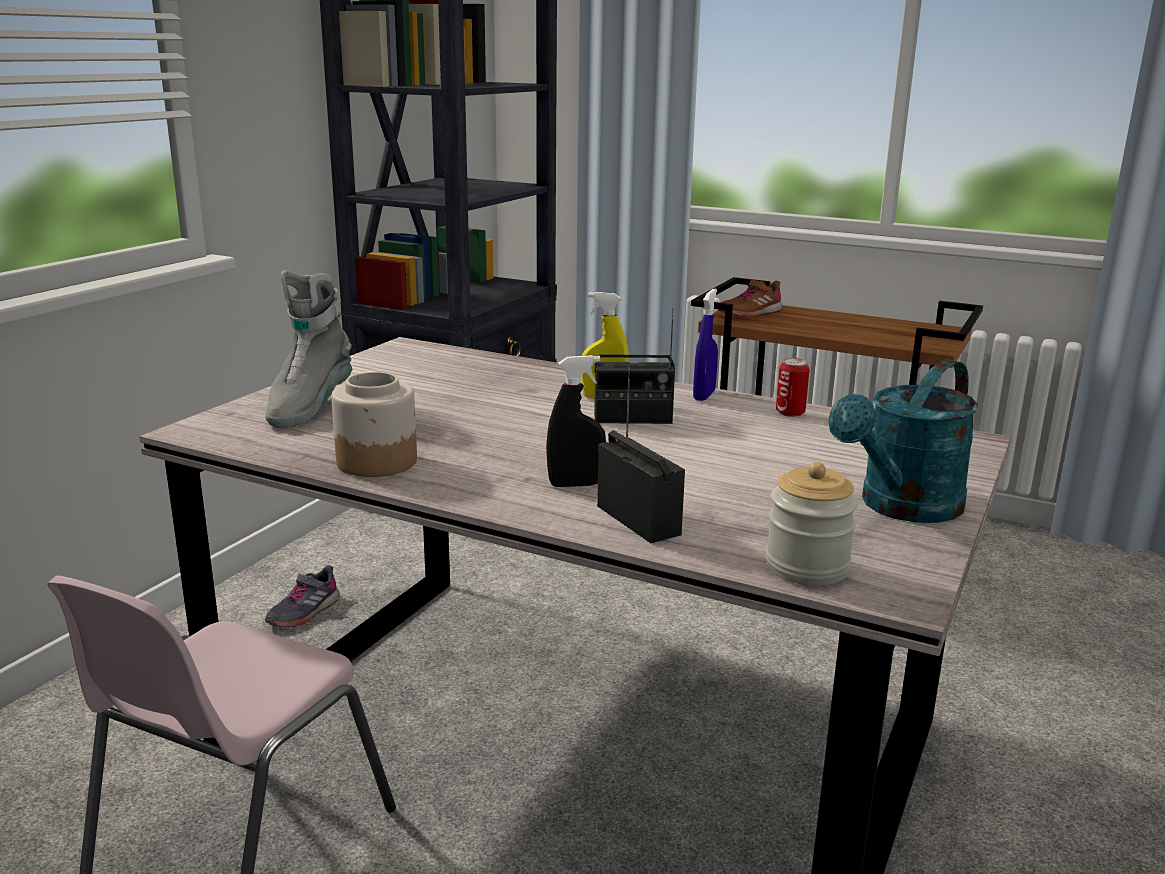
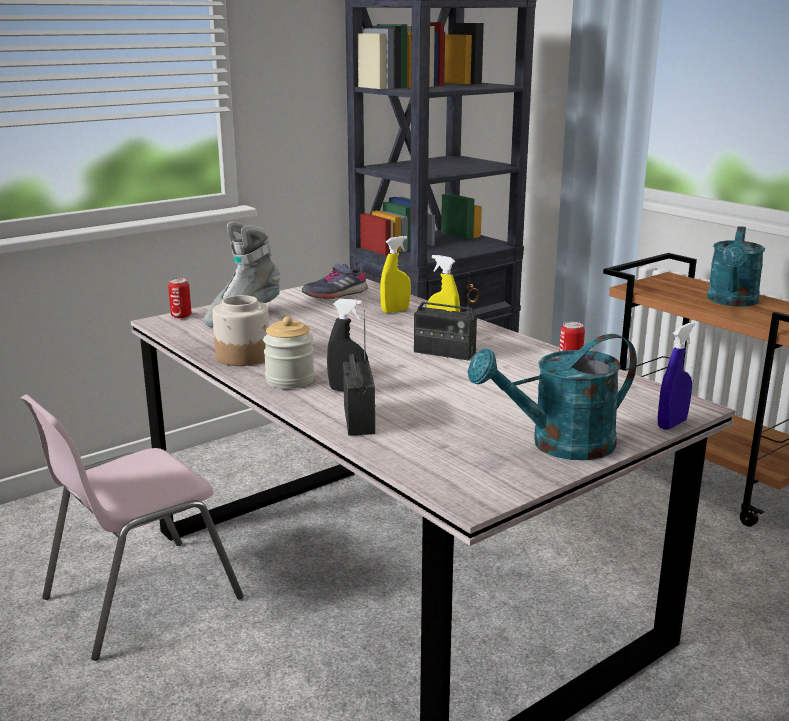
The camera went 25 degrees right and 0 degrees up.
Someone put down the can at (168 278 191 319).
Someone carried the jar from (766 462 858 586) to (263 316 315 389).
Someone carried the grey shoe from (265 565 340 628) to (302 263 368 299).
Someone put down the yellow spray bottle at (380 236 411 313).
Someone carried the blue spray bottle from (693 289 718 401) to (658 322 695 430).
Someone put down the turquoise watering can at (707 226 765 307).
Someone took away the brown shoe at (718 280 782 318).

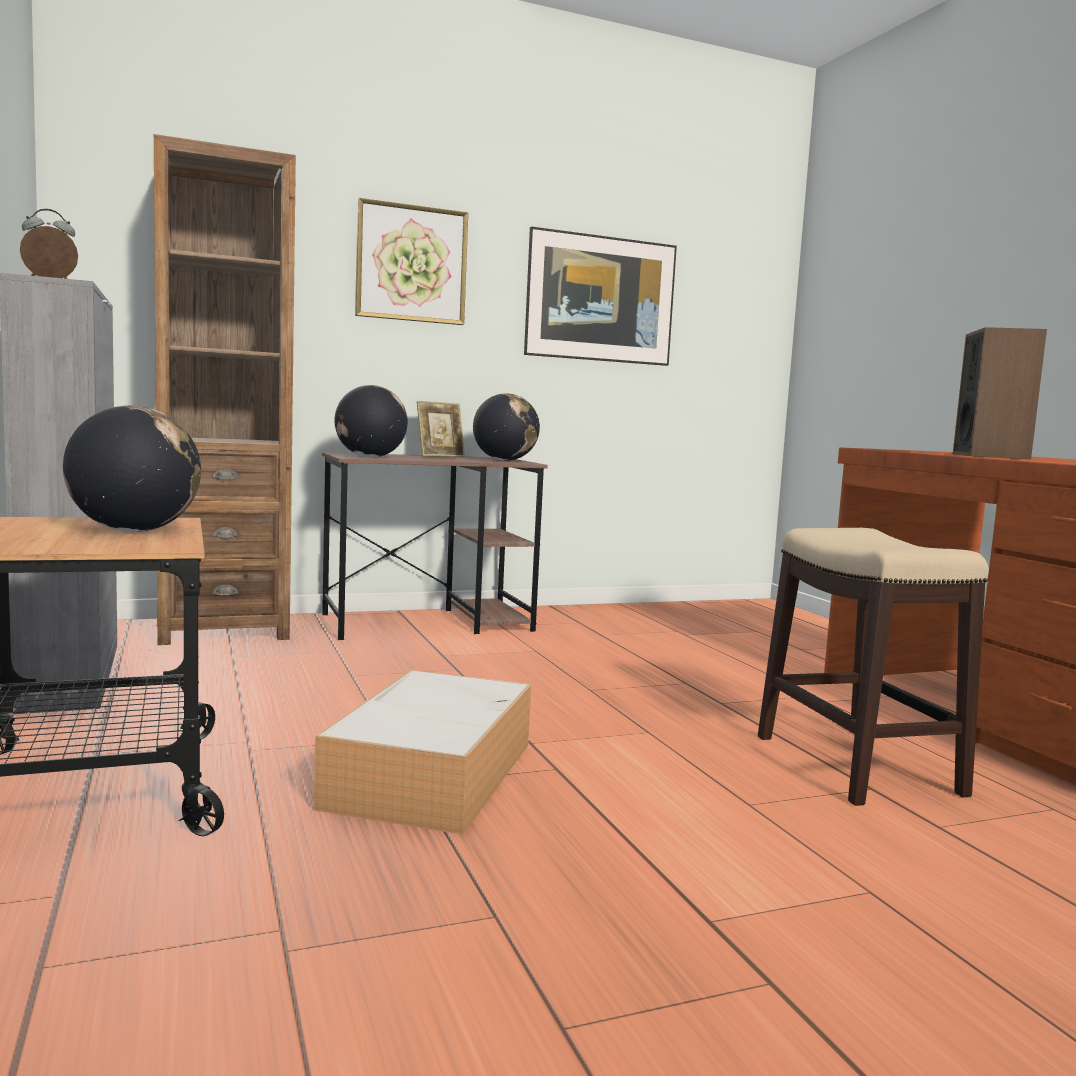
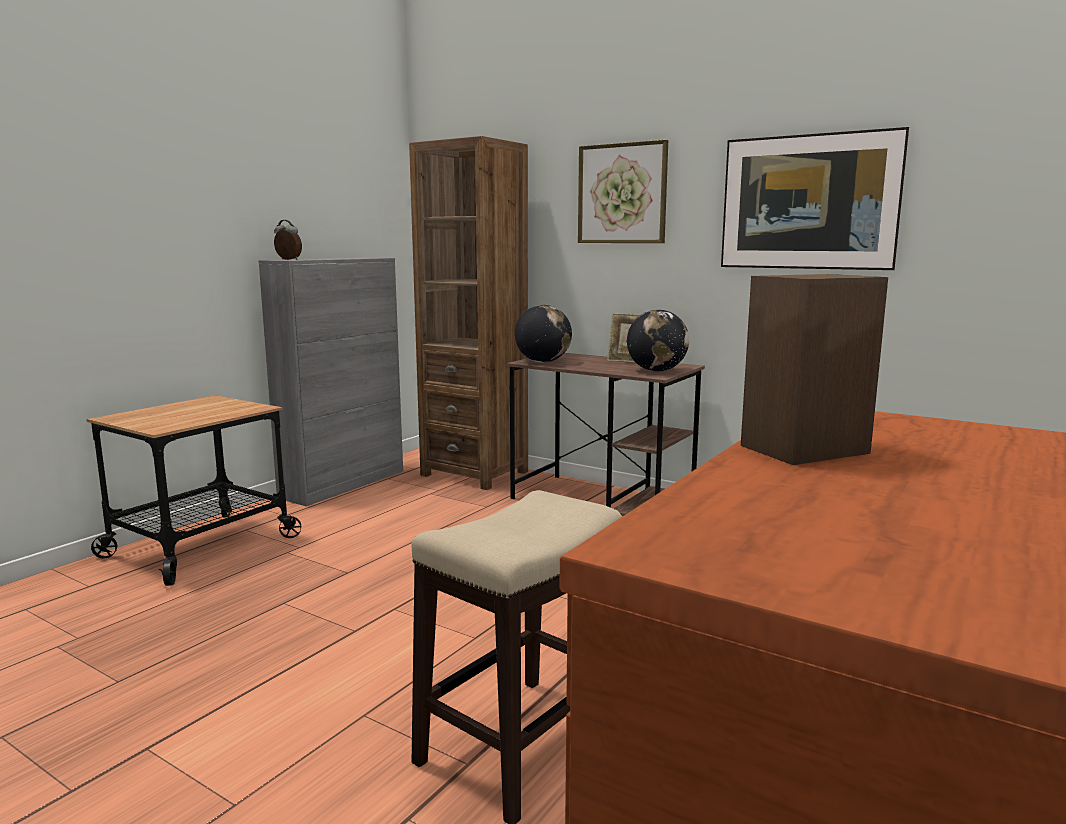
The camera went 55 degrees right and 5 degrees up.
Someone took away the globe at (63 405 201 532).
Someone took away the storage box at (314 670 531 835).

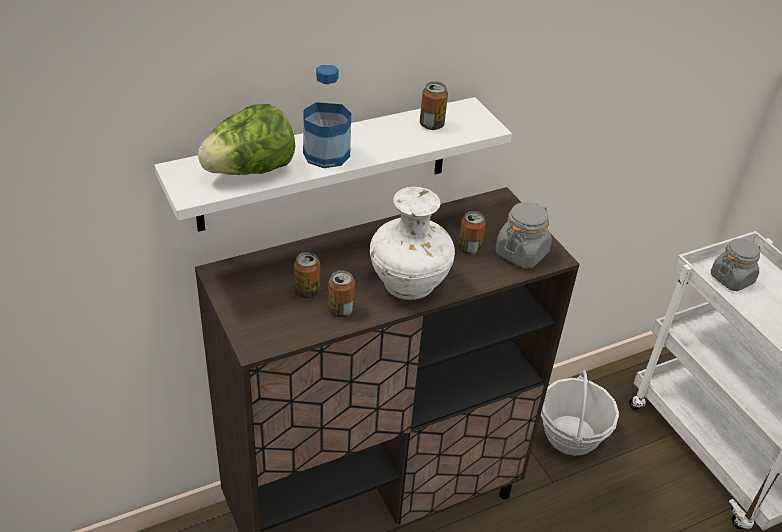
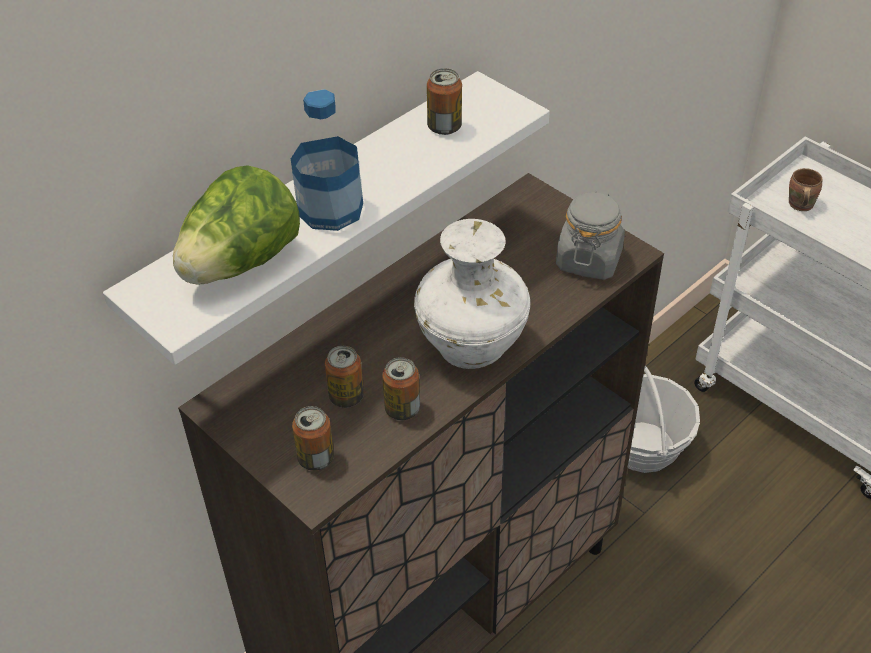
The camera went 15 degrees left and 5 degrees up.
Someone carried the can from (458 211 486 255) to (292 406 334 471).
Someone swapped the grey jar at (711 238 760 291) for the brown mug at (789 168 822 211).

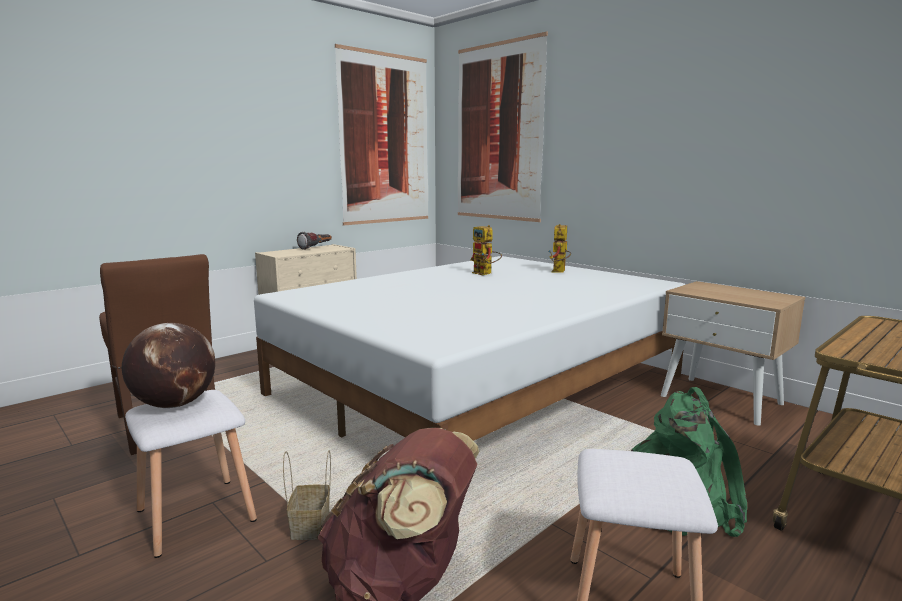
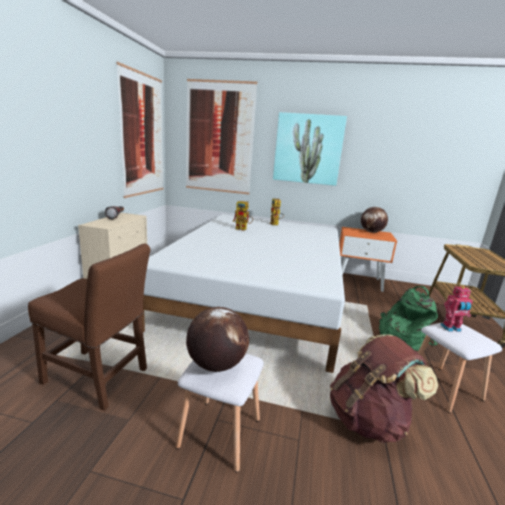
The camera went 35 degrees left and 5 degrees up.
Someone put up the picture at (273 112 347 186).
Someone repainted the beige nightstand at (661 281 805 426), which became the orange nightstand at (339 227 397 292).
Someone put down the globe at (361 207 388 233).
Someone put down the toy robot at (440 286 473 332).
Someone took away the basket at (283 450 331 540).

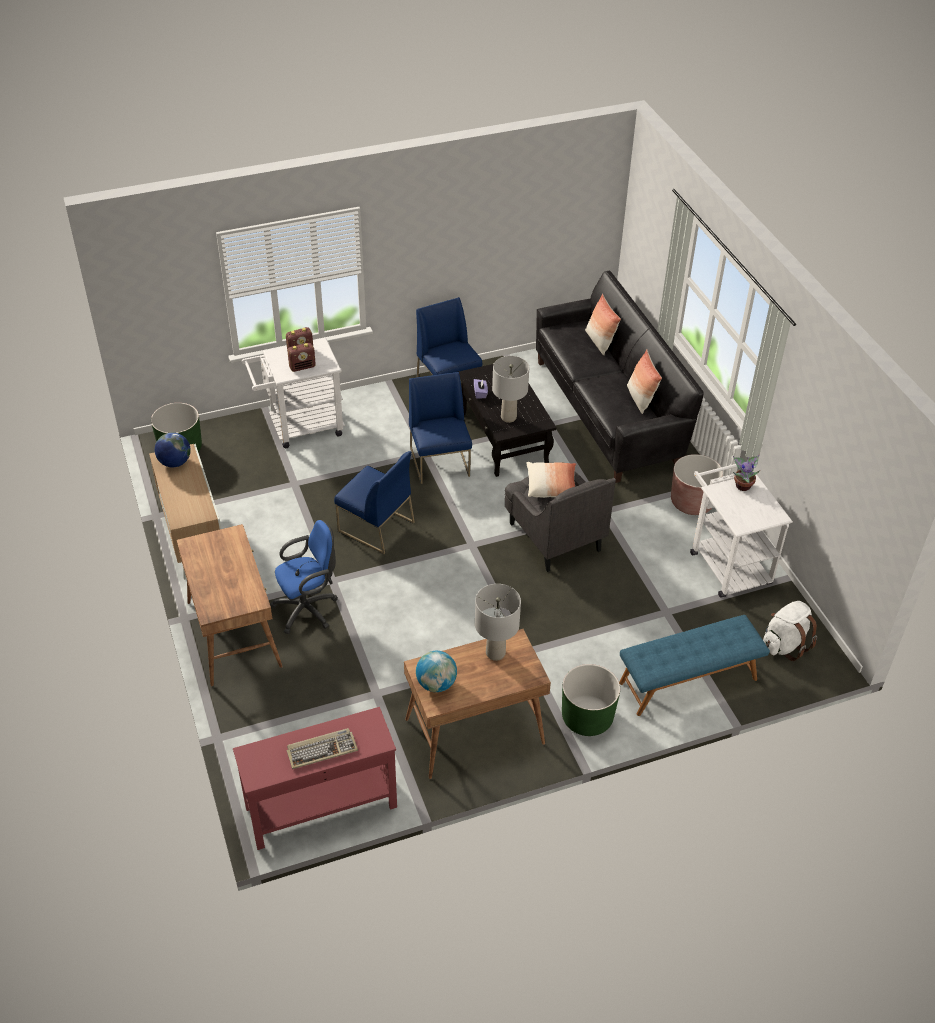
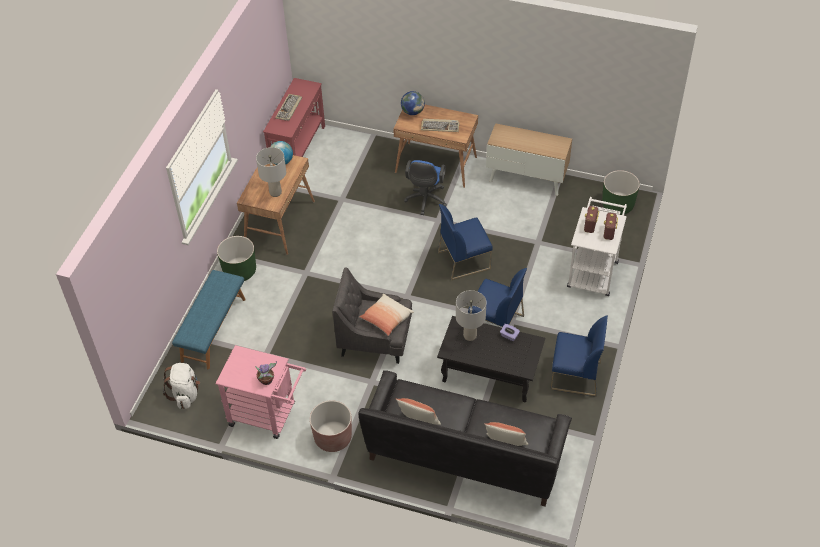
The camera went 130 degrees right and 5 degrees up.
Someone repainted the white cart at (690 464 793 598), which became the pink cart at (215 345 306 439).
Someone carried the globe from (155 432 191 467) to (401 91 425 115).
Someone put down the keyboard at (421 119 459 132).

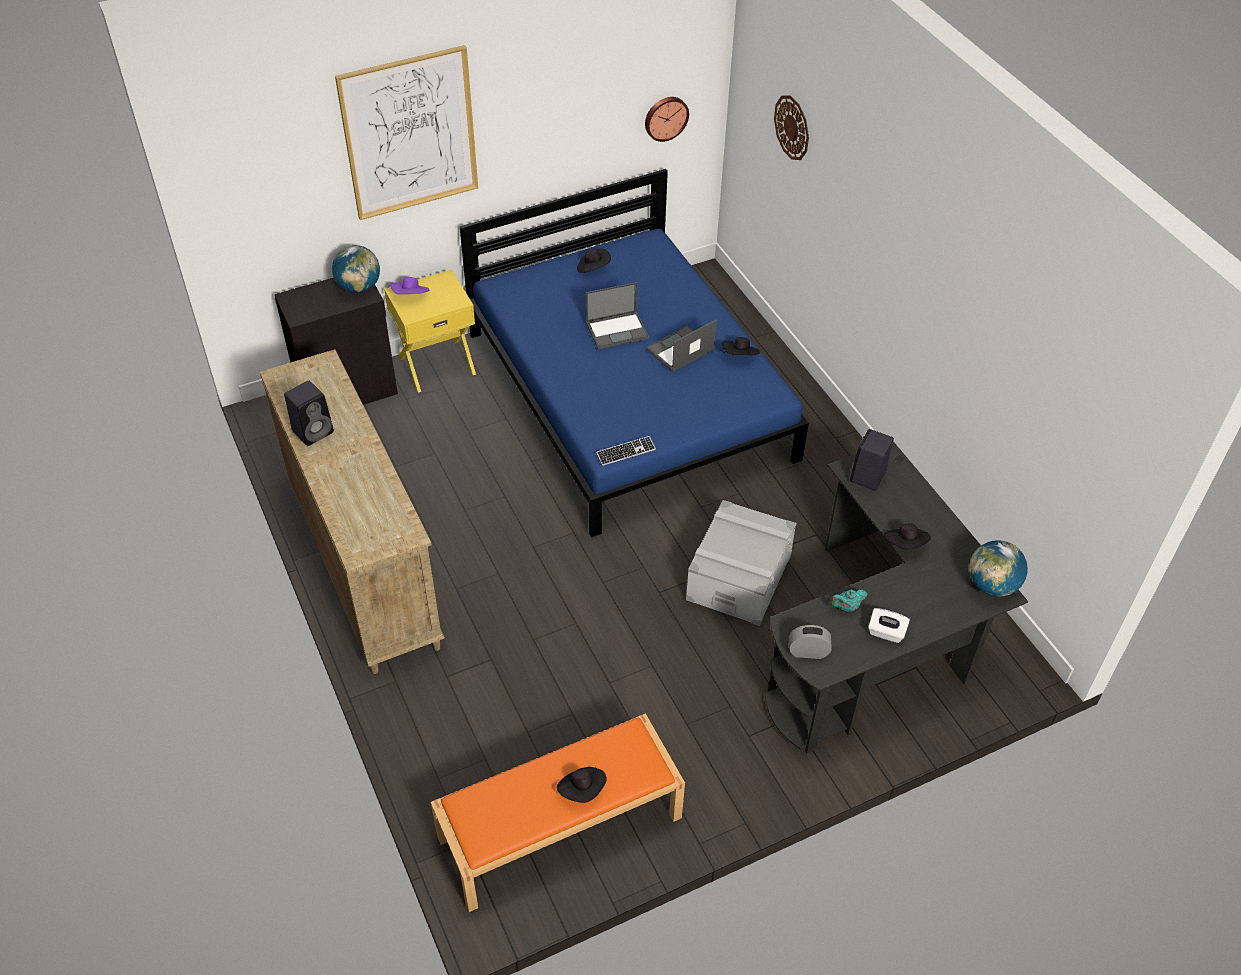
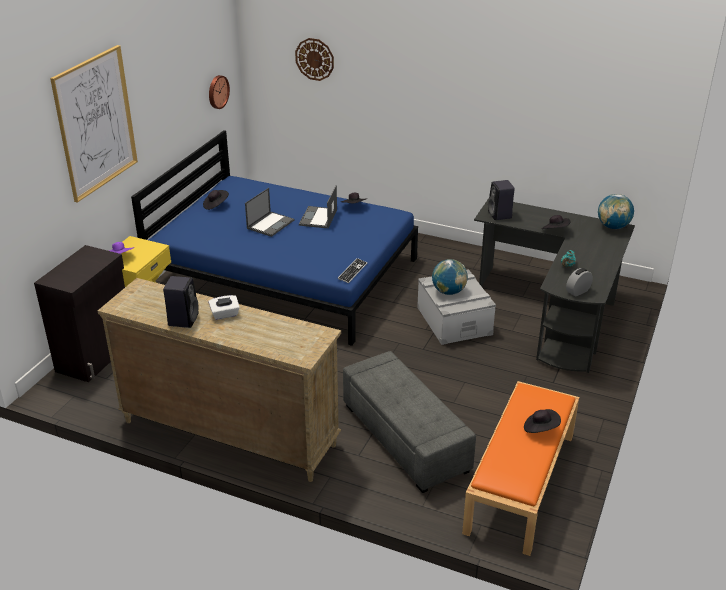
The camera went 40 degrees left and 15 degrees down.
Someone carried the white tissue box from (868 608 910 643) to (208 295 240 320).
Someone put down the grey ottoman at (343 351 476 493).
Someone carried the globe from (332 245 380 293) to (432 259 468 295).

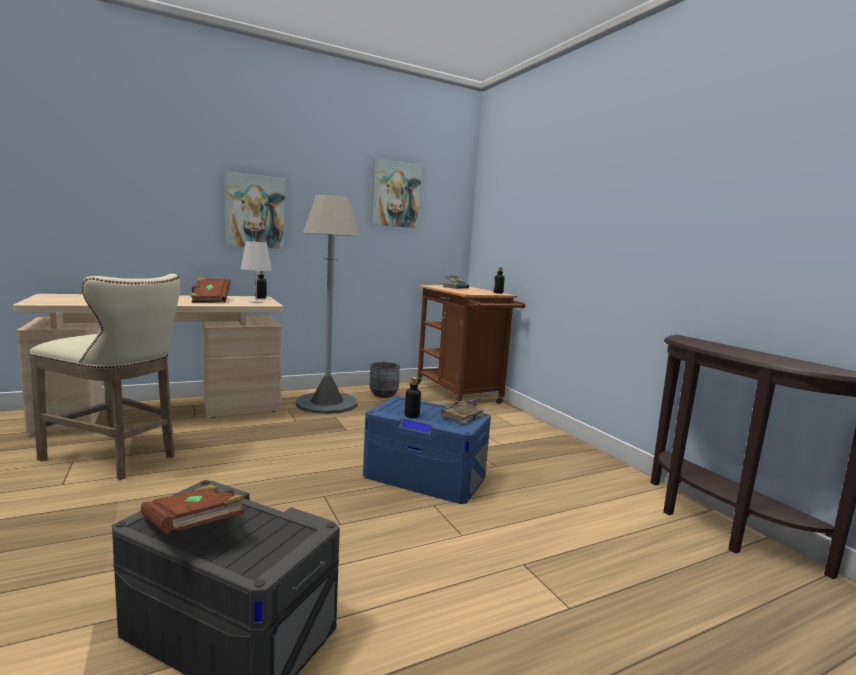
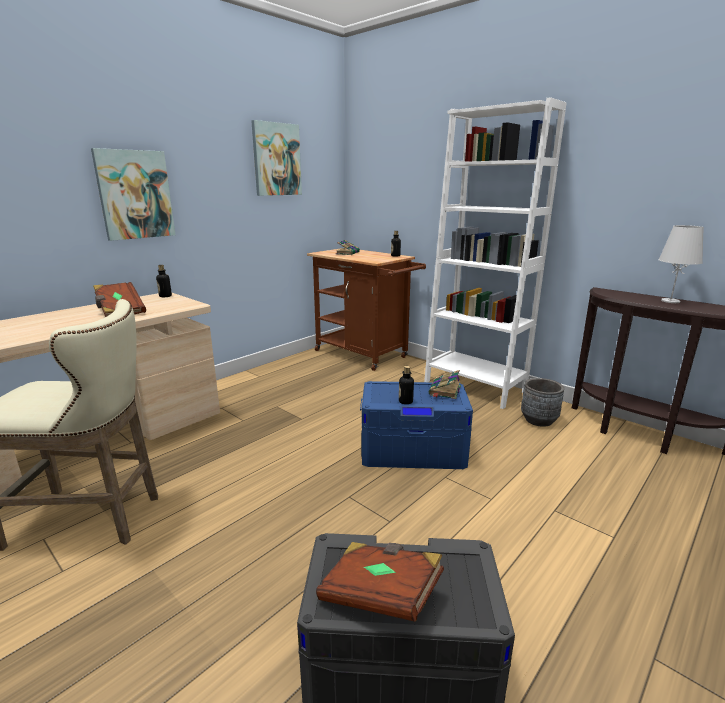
The camera went 20 degrees left and 10 degrees up.
Someone put down the white bookcase at (424 97 567 409).
Someone carried the grey planter from (370 362 400 398) to (521 378 564 427).
Someone carried the white table lamp from (240 241 272 303) to (658 225 704 303).
Someone took away the grey floor lamp at (296 195 361 414).

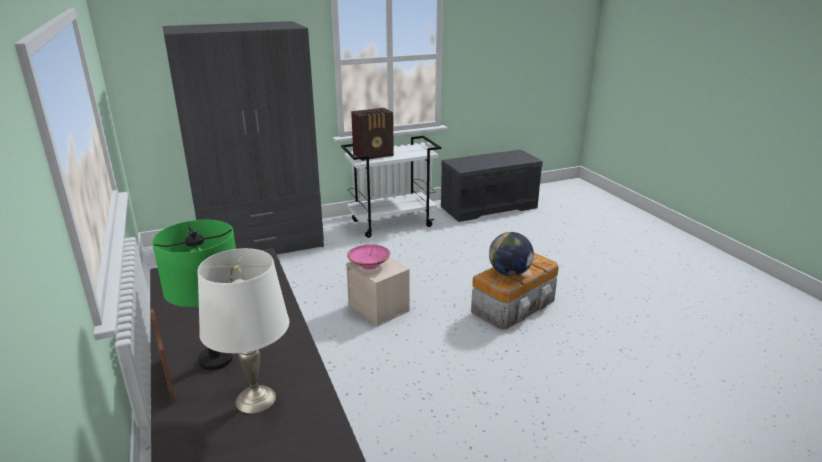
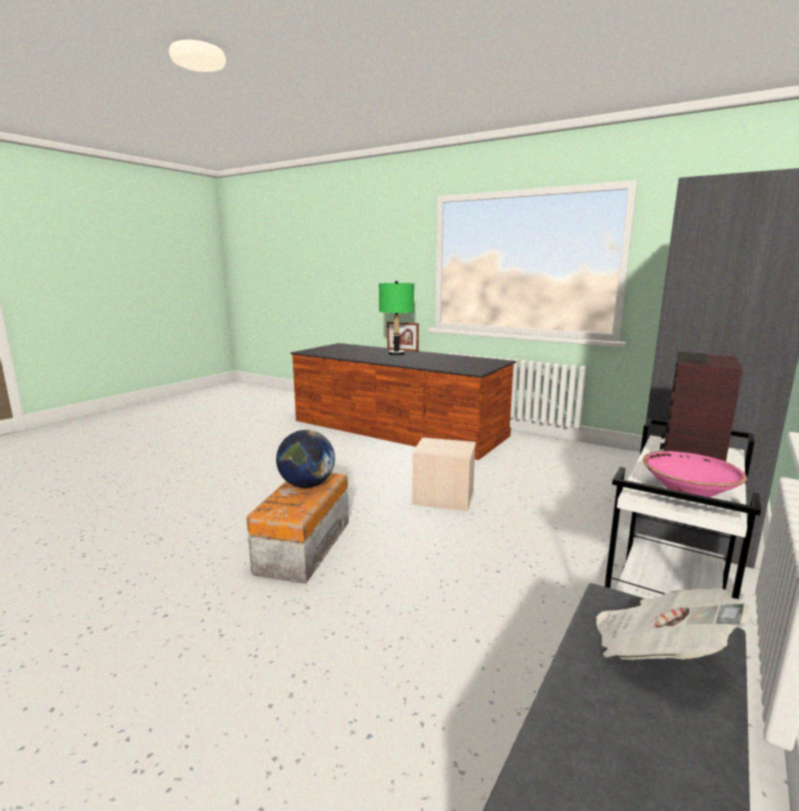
The camera went 145 degrees right and 10 degrees down.
Someone put down the newspaper at (596 588 751 660).
Someone carried the pink bowl from (347 244 391 270) to (643 451 747 497).
Someone took away the white table lamp at (197 248 289 414).

